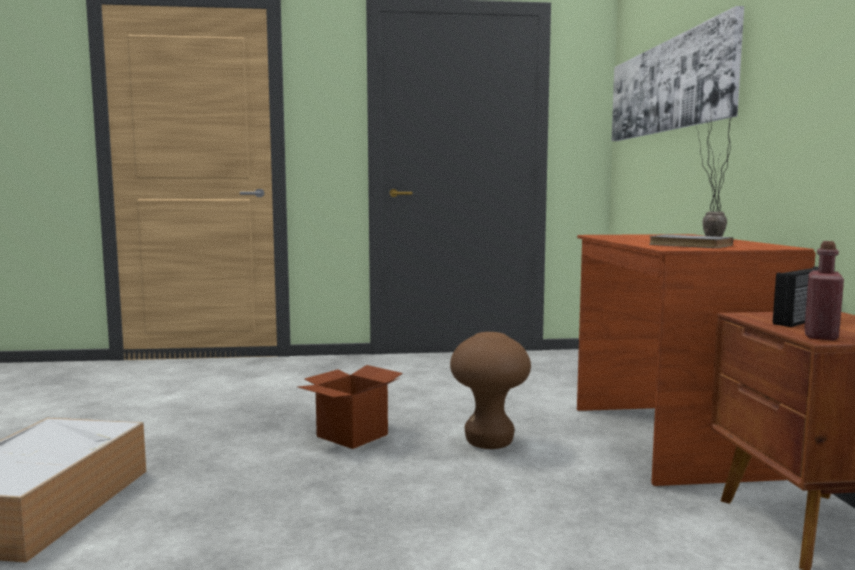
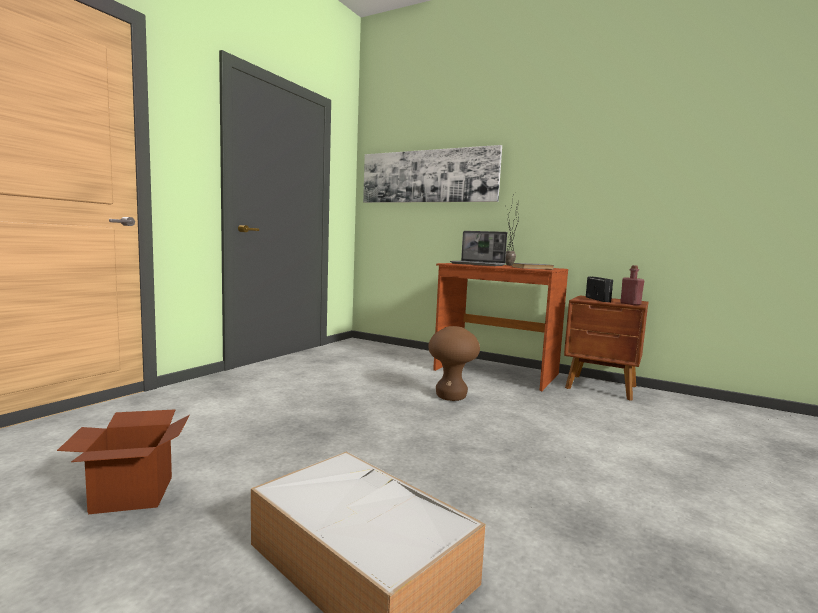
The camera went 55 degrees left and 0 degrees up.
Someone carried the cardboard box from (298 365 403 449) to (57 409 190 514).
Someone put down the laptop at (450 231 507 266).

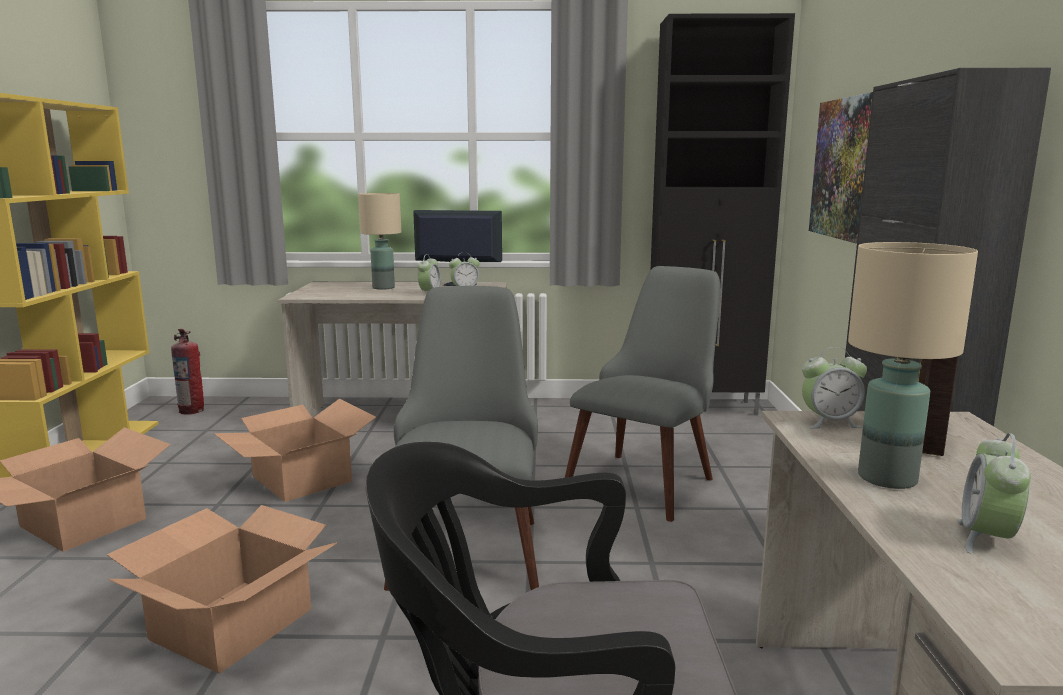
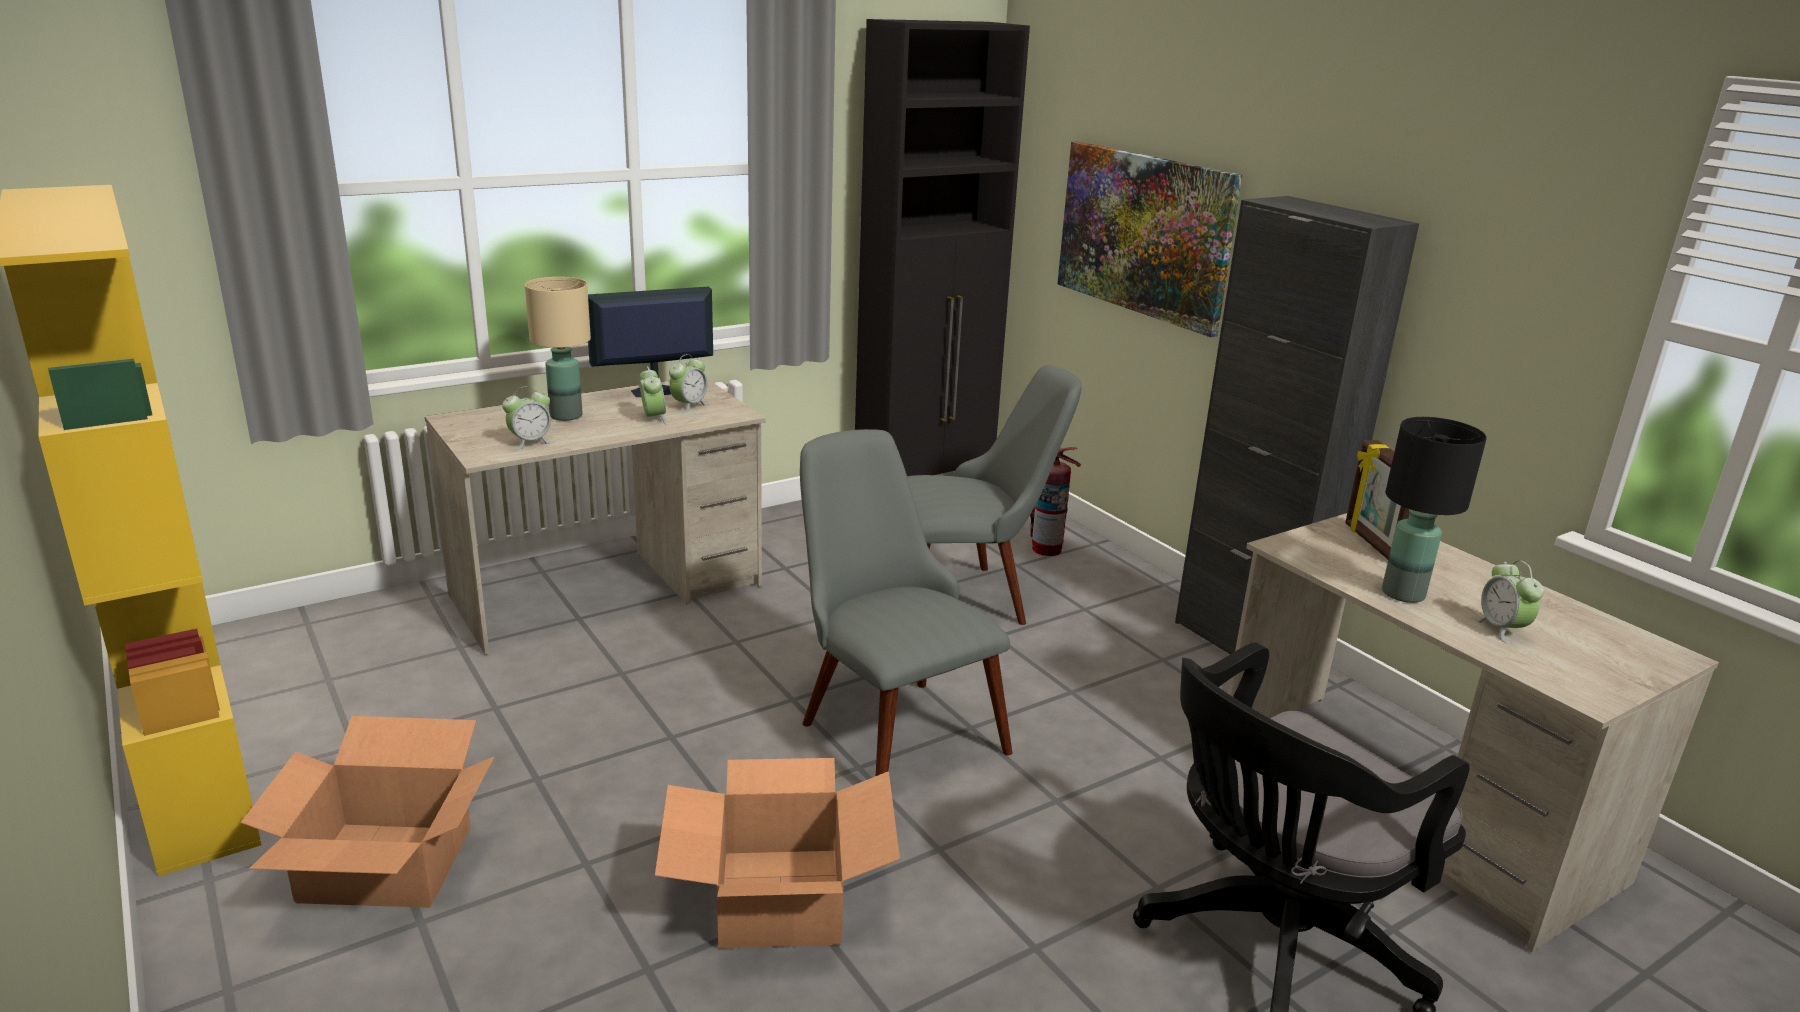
The camera went 35 degrees left and 10 degrees up.
Someone carried the alarm clock from (802 347 867 429) to (502 386 553 450).
Someone rotated the grey chair at (565 266 720 522) by 75 degrees clockwise.
Someone carried the fire extinguisher from (171 329 204 415) to (1030 447 1081 556).
Someone repainted the beige table lamp at (848 242 978 489), which became the black table lamp at (1382 417 1487 603).
Someone took away the cardboard box at (214 398 376 502).

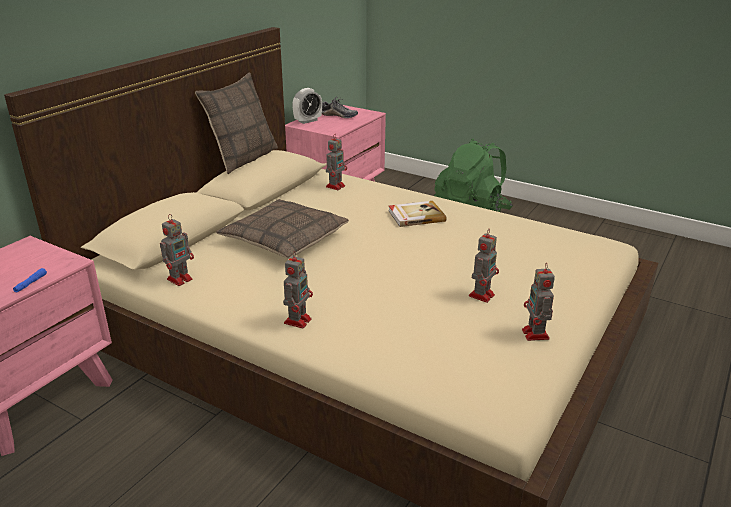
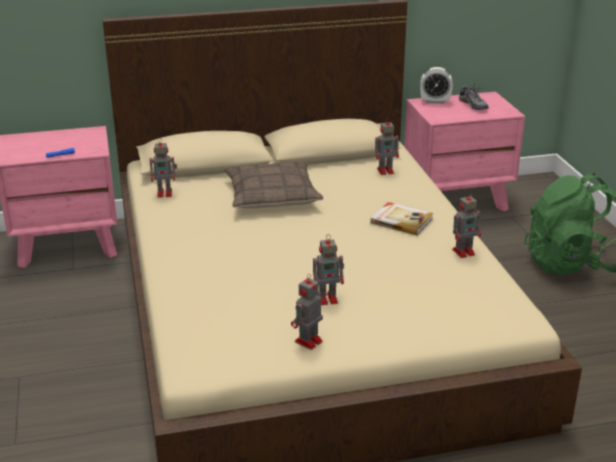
The camera went 45 degrees right and 0 degrees up.
Someone carried the toy robot from (283 251 313 329) to (452 191 481 258).
Someone took away the pillow at (195 73 278 174).

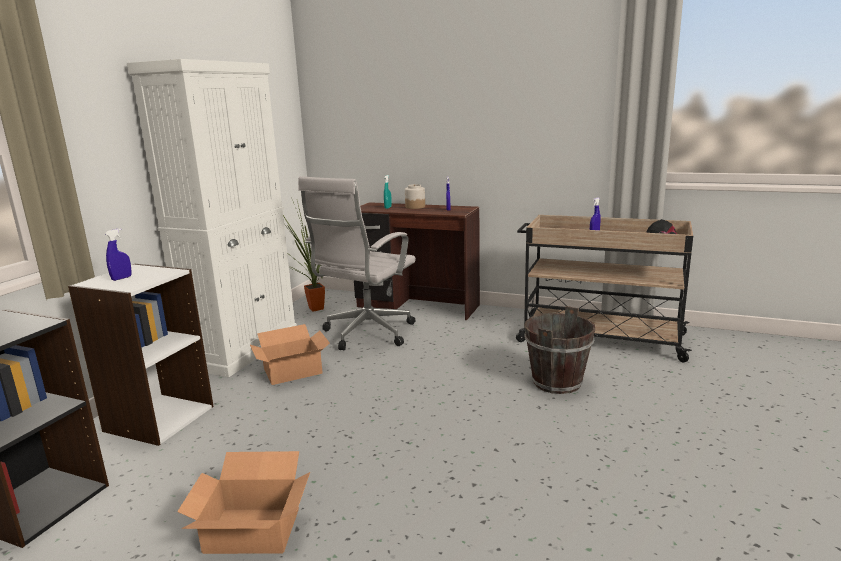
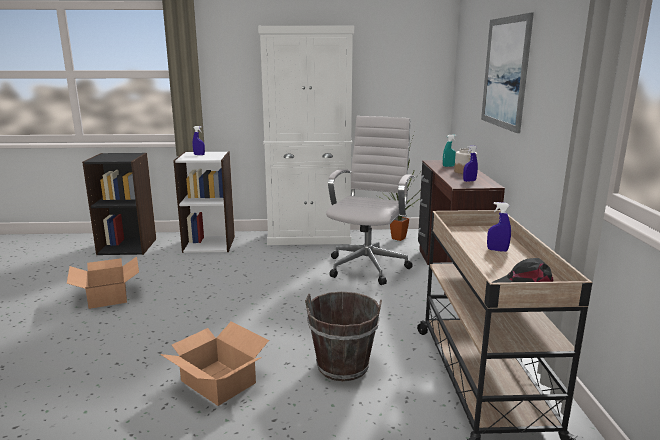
The camera went 65 degrees right and 0 degrees up.
Someone carried the cardboard box from (250 324 330 385) to (160 322 269 406).
Someone rotated the white office chair at (298 176 416 350) by 105 degrees clockwise.
Someone put up the picture at (481 13 534 133).

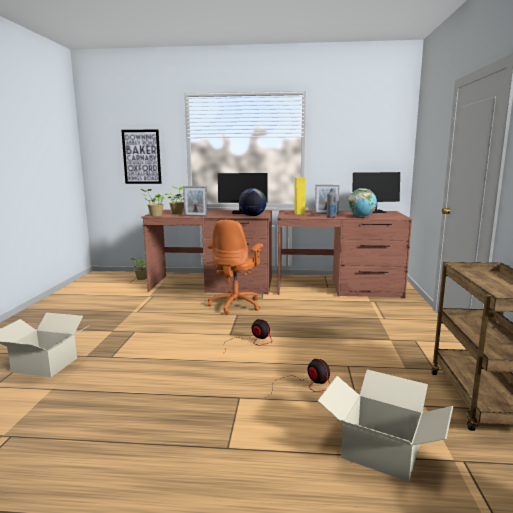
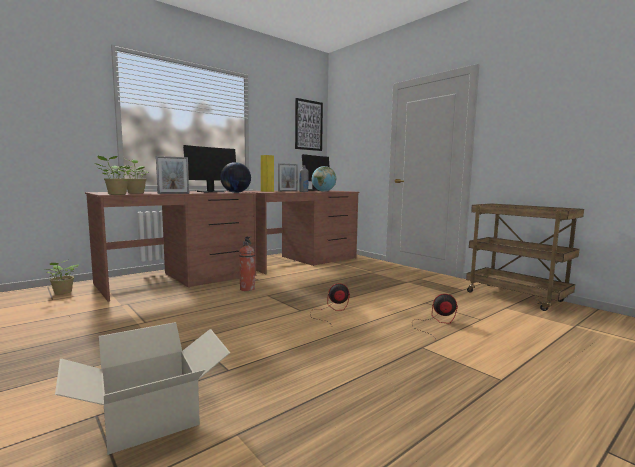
The camera went 45 degrees left and 5 degrees down.
Someone swapped the orange office chair at (208 220 263 315) for the fire extinguisher at (239 236 255 291).
Someone carried the picture from (121 129 162 184) to (295 98 323 151).
Someone took away the cardboard box at (318 370 453 482).

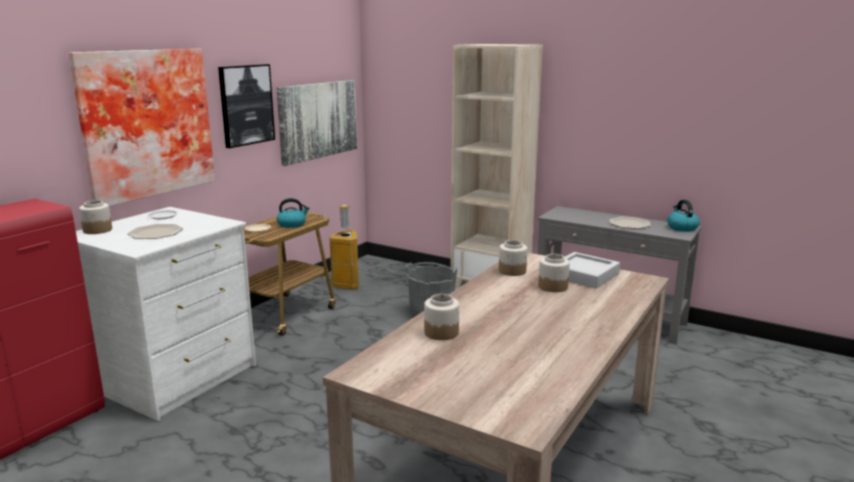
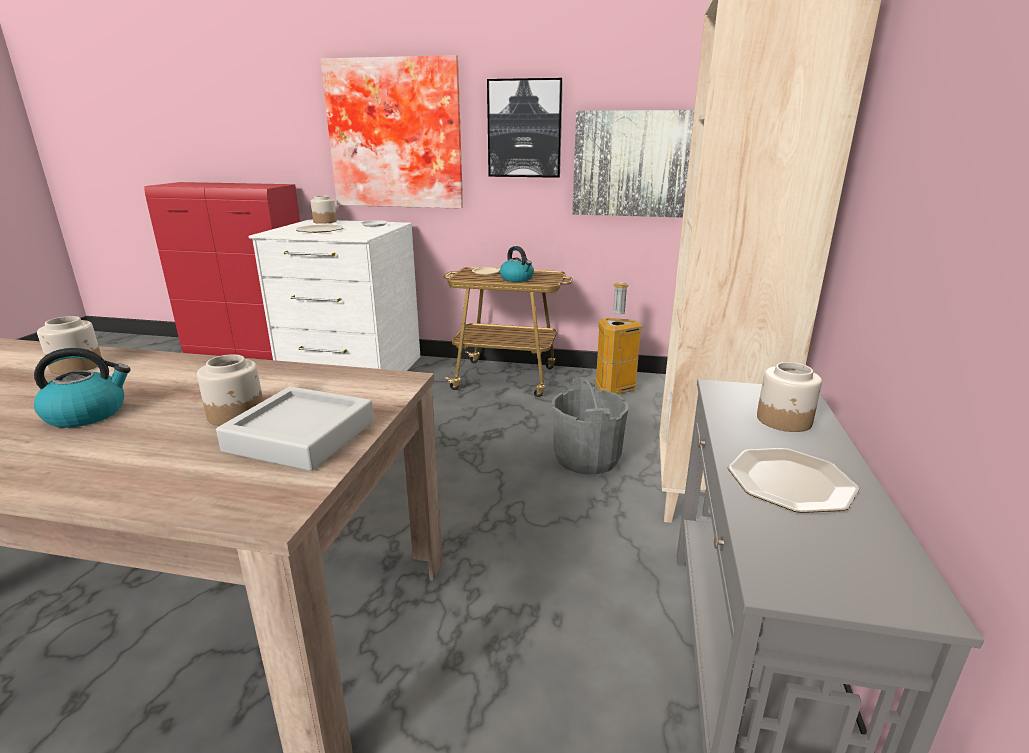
The camera went 70 degrees right and 5 degrees up.
Someone carried the kettle from (667 200 700 231) to (34 348 131 428).
Someone carried the jar from (499 240 527 276) to (757 362 822 432).

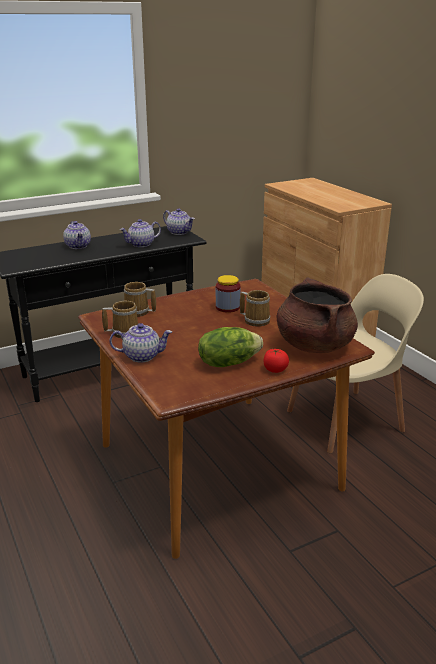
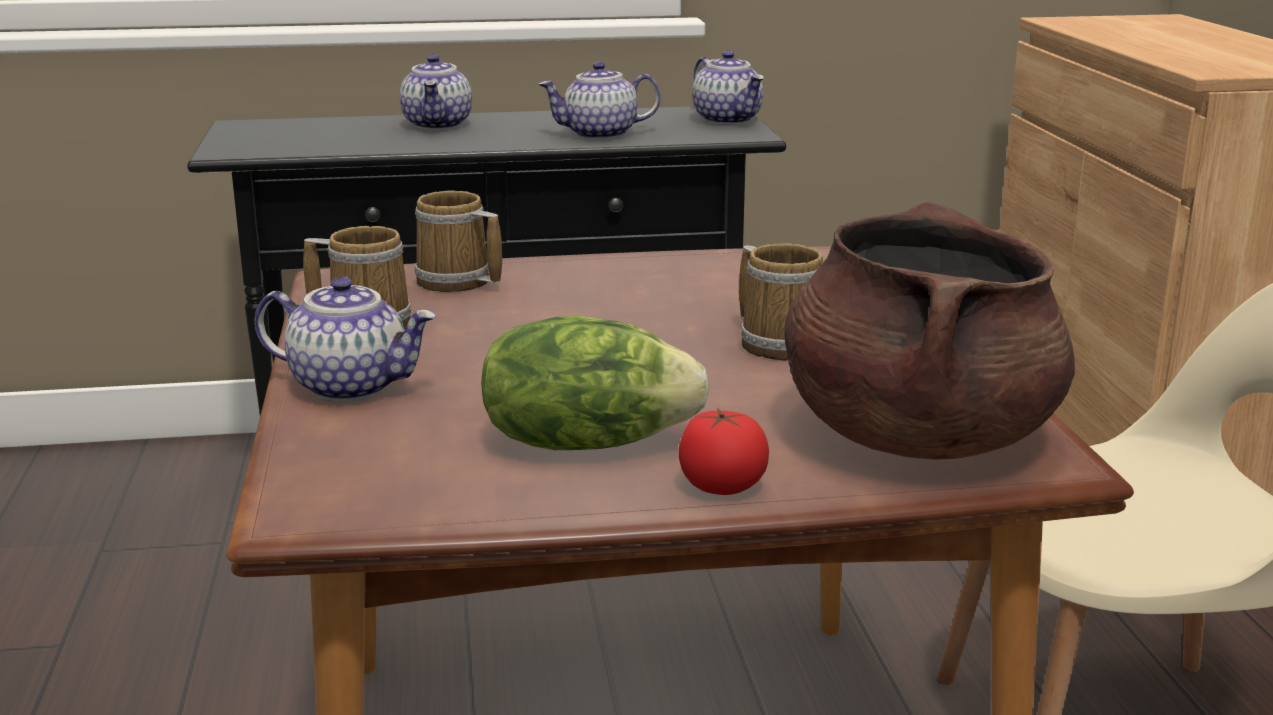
The camera went 20 degrees right and 5 degrees down.
Someone took away the jar at (216 275 240 313).

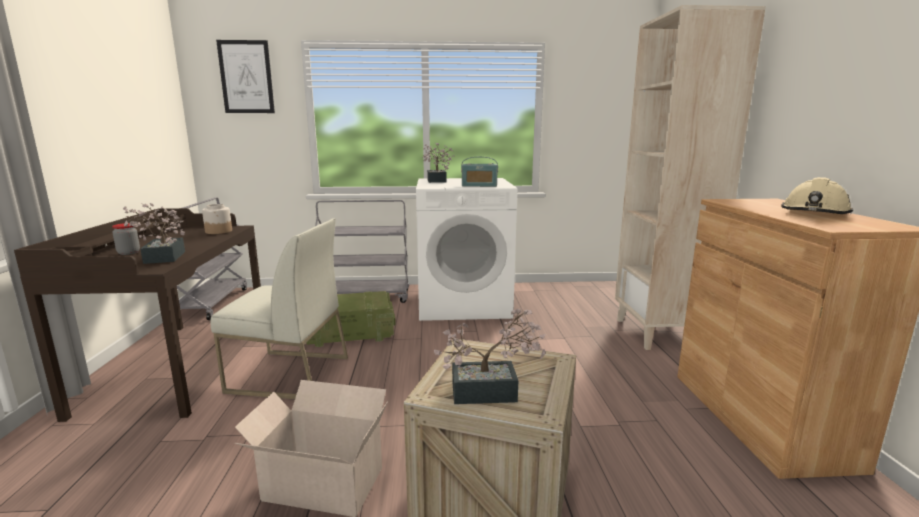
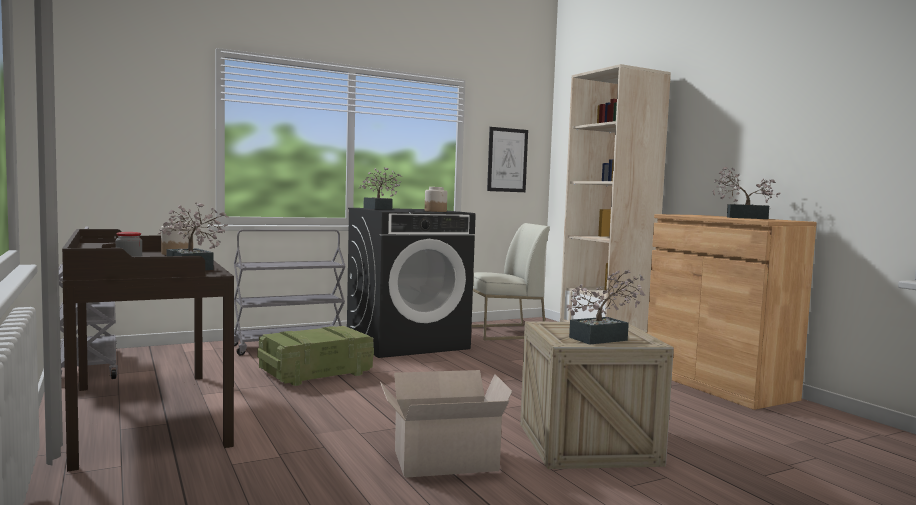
The camera went 25 degrees left and 10 degrees down.
Someone repainted the white washing machine at (416 178 517 321), which became the black washing machine at (347 208 476 358).
Someone swapped the radio at (461 157 498 187) for the jar at (425 187 447 212).
Someone carried the white chair from (210 218 348 399) to (472 223 550 340).
Someone carried the picture from (216 40 275 113) to (487 127 528 192).
Someone swapped the beige hard hat at (781 177 853 215) for the potted plant at (712 167 780 219).

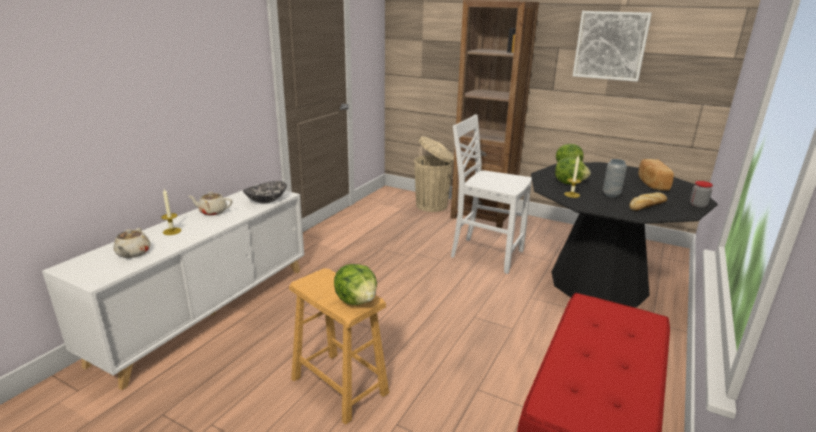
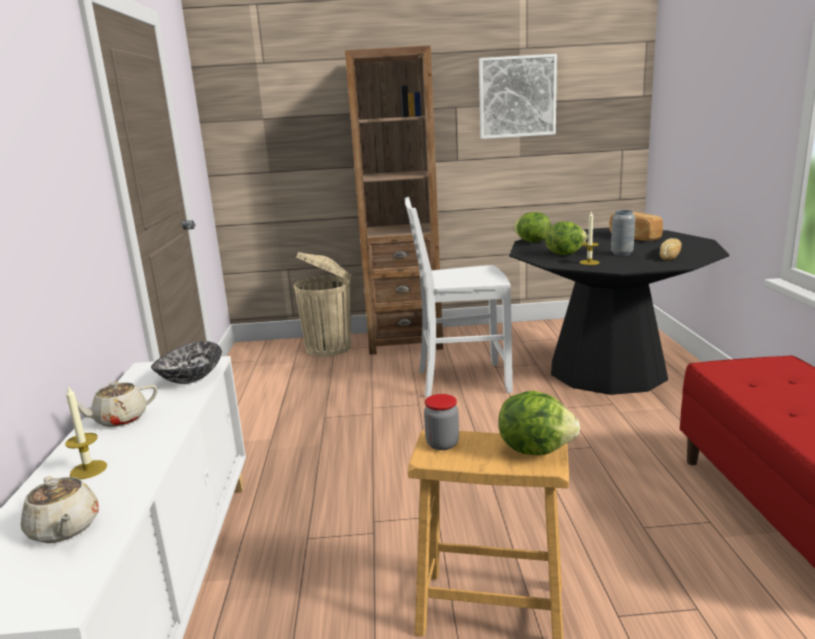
The camera went 30 degrees left and 5 degrees down.
Someone carried the jar from (690 181 713 208) to (424 394 459 450).

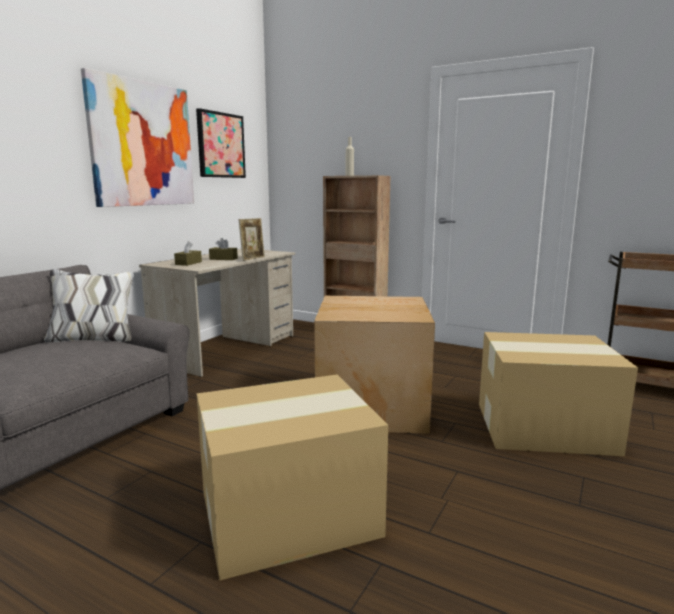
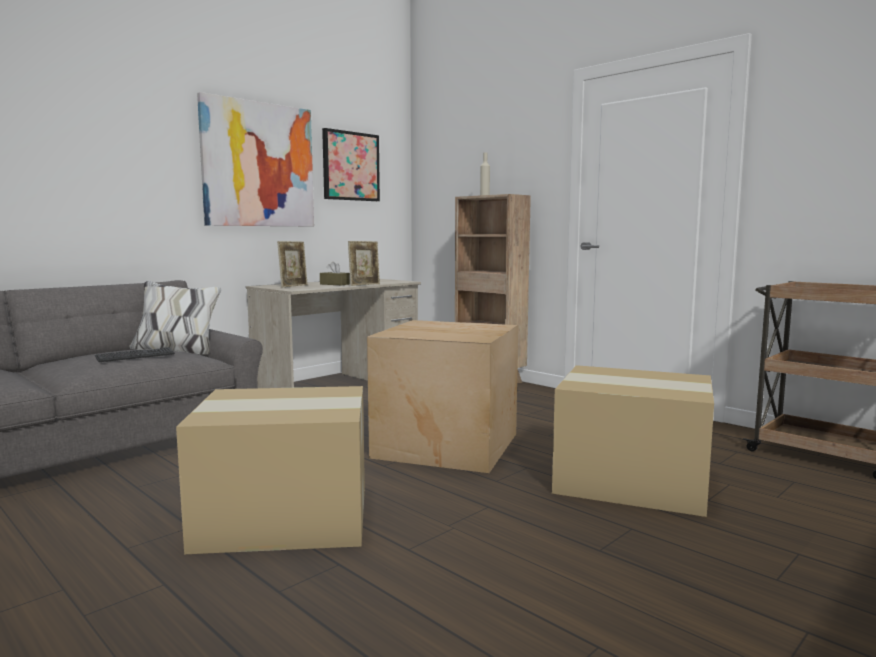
The camera went 15 degrees right and 5 degrees down.
Someone put down the keyboard at (95 347 175 362).
Someone swapped the brown tissue box at (174 241 202 266) for the picture frame at (277 241 308 287).

